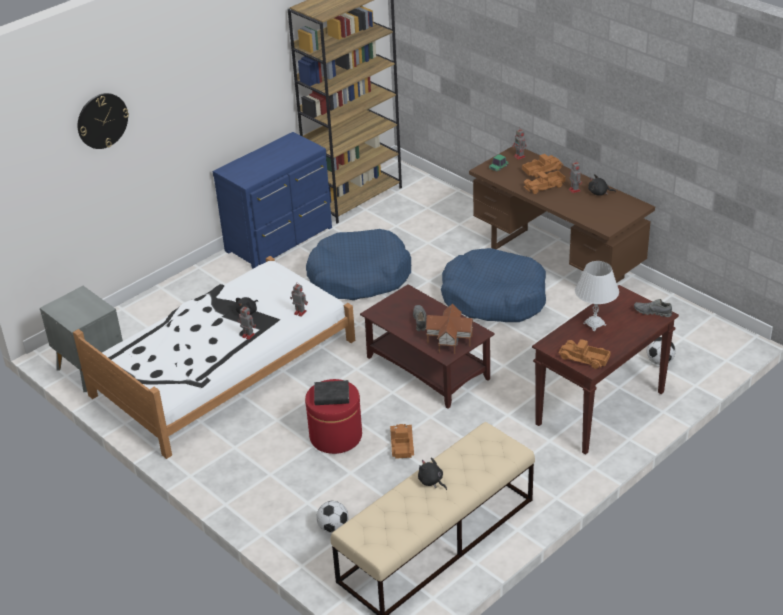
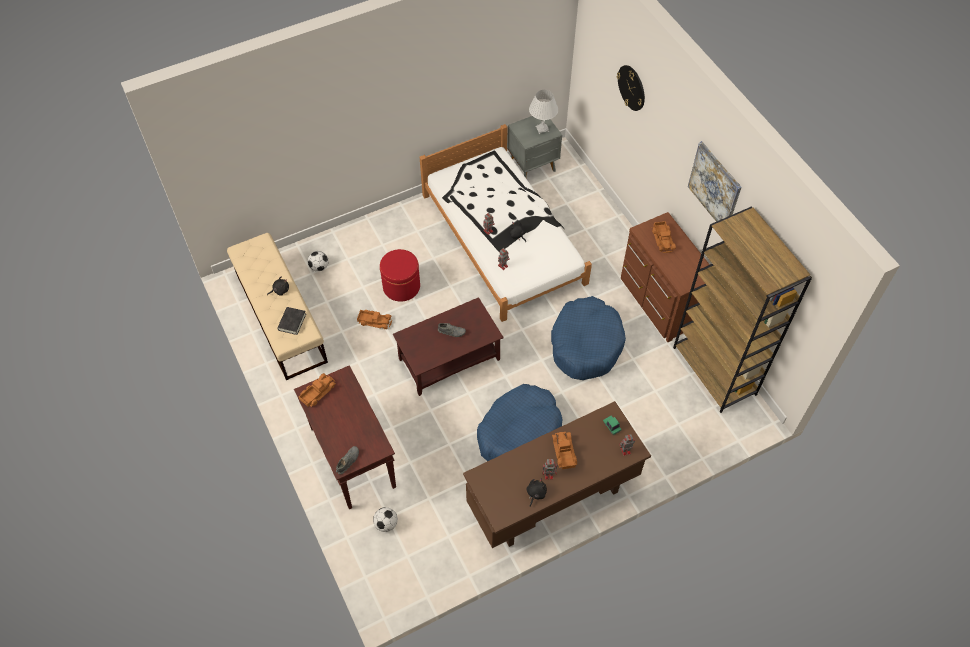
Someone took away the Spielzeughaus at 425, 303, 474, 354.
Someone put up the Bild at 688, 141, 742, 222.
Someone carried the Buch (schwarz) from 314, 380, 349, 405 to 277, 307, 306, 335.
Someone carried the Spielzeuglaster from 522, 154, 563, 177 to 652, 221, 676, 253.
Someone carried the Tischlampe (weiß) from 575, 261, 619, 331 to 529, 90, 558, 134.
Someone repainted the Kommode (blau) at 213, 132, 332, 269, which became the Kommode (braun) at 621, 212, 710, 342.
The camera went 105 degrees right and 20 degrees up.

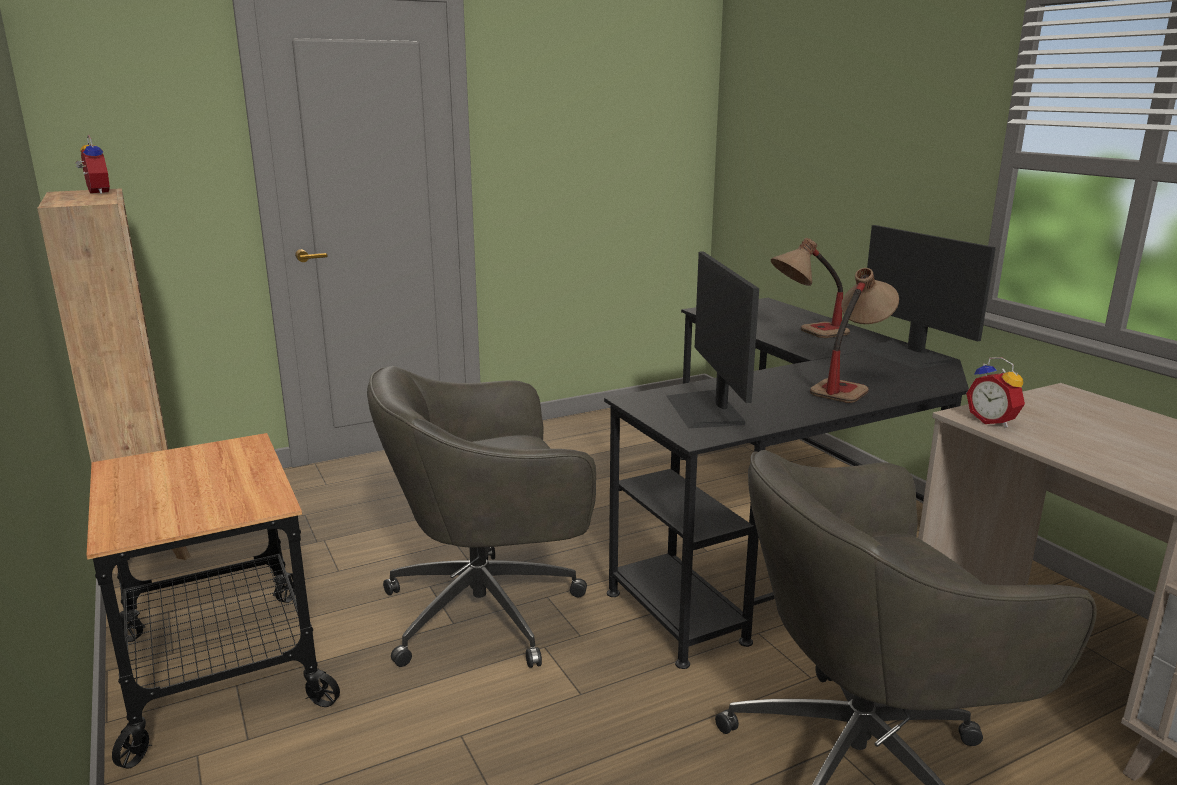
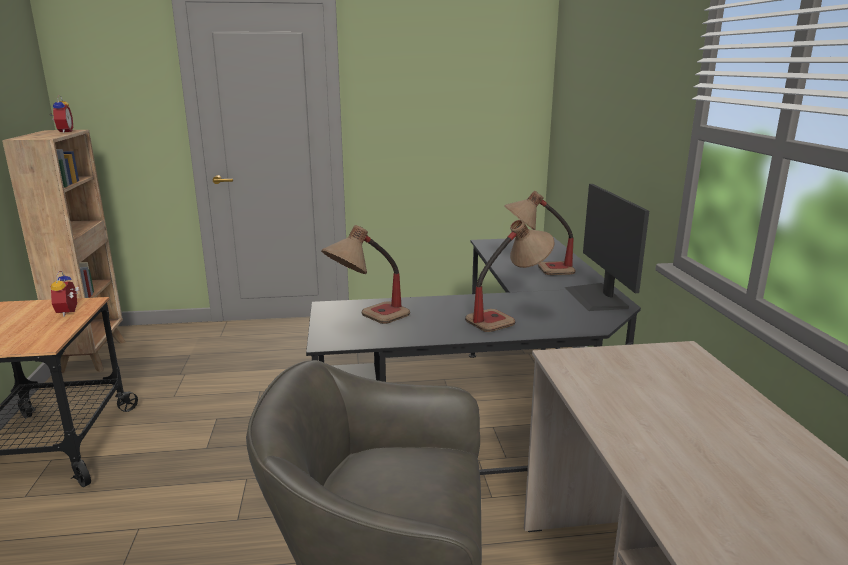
Someone took away the Bürostuhl (grau) at 367, 366, 596, 668.
Someone carried the Wecker from 966, 357, 1025, 428 to 51, 271, 79, 317.
Someone swapped the Monitor at 666, 252, 759, 428 for the Tischlampe at 321, 225, 410, 324.
The camera went 20 degrees right and 0 degrees up.

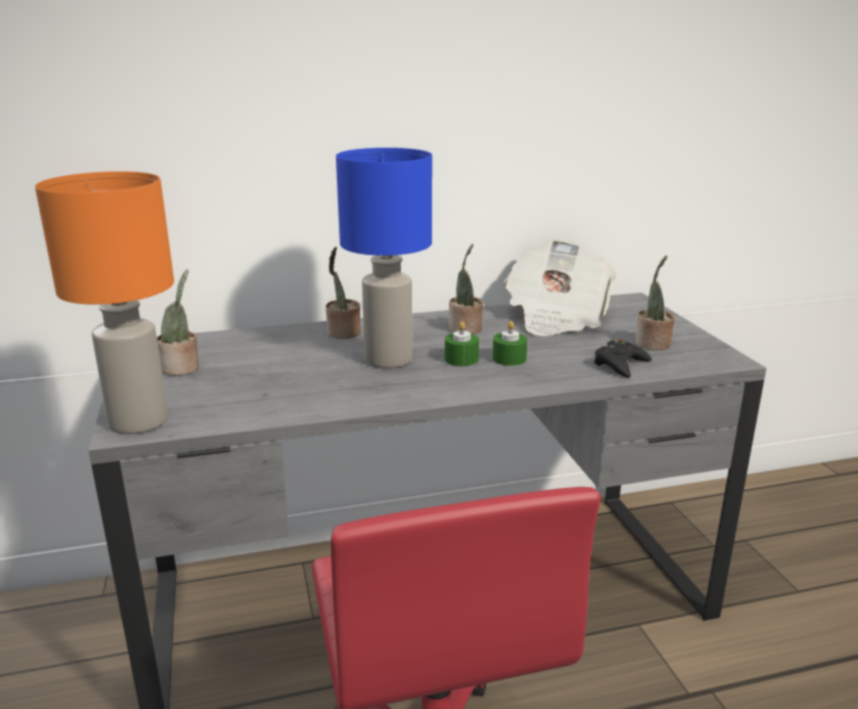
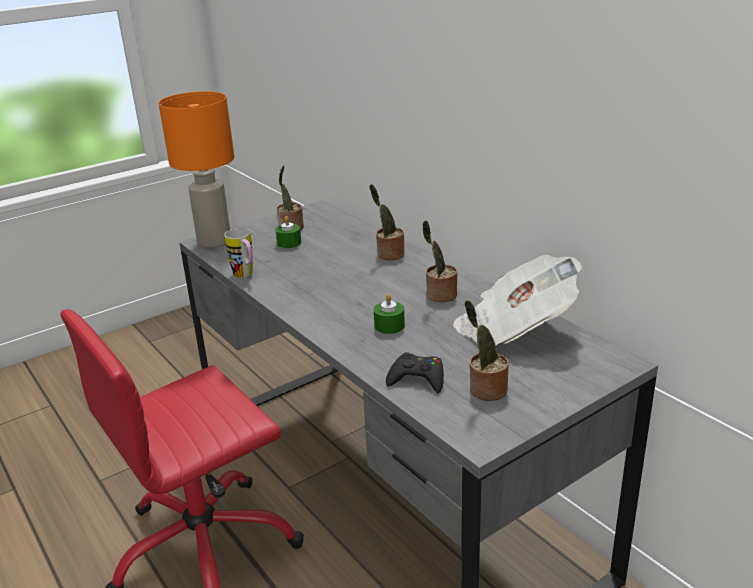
Someone took away the Tischlampe (blau) at 336, 148, 432, 368.
Someone put down the Henkelbecher at 224, 228, 253, 278.
Someone carried the Kerze (grün) from 445, 321, 479, 366 to 275, 216, 301, 248.
The camera went 70 degrees right and 5 degrees up.

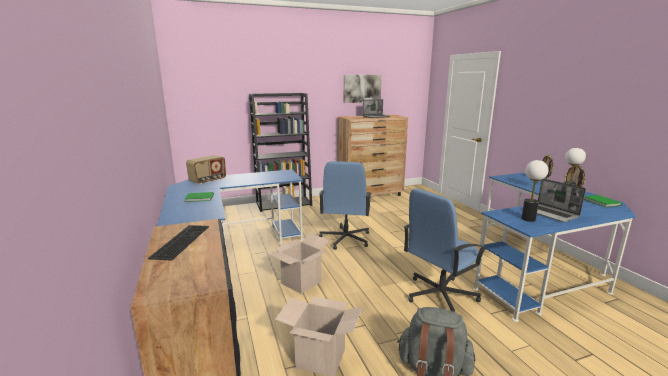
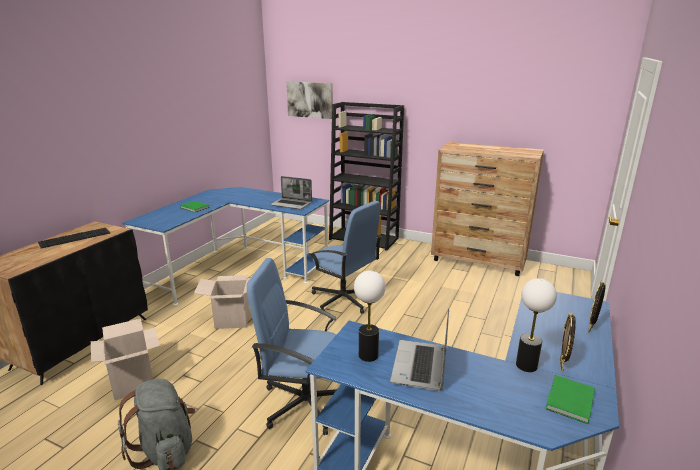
Someone took away the Radio at 186, 155, 226, 184.
Someone carried the Bild from 344, 75, 382, 103 to 286, 82, 333, 119.
Someone carried the Laptop from 363, 99, 390, 118 to 270, 176, 312, 209.
Someone rotated the Bürostuhl (blau) at 319, 161, 371, 250 by 105 degrees counterclockwise.
The camera went 45 degrees right and 5 degrees up.

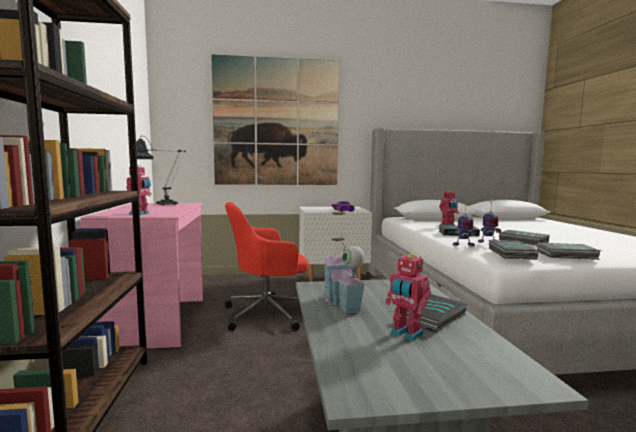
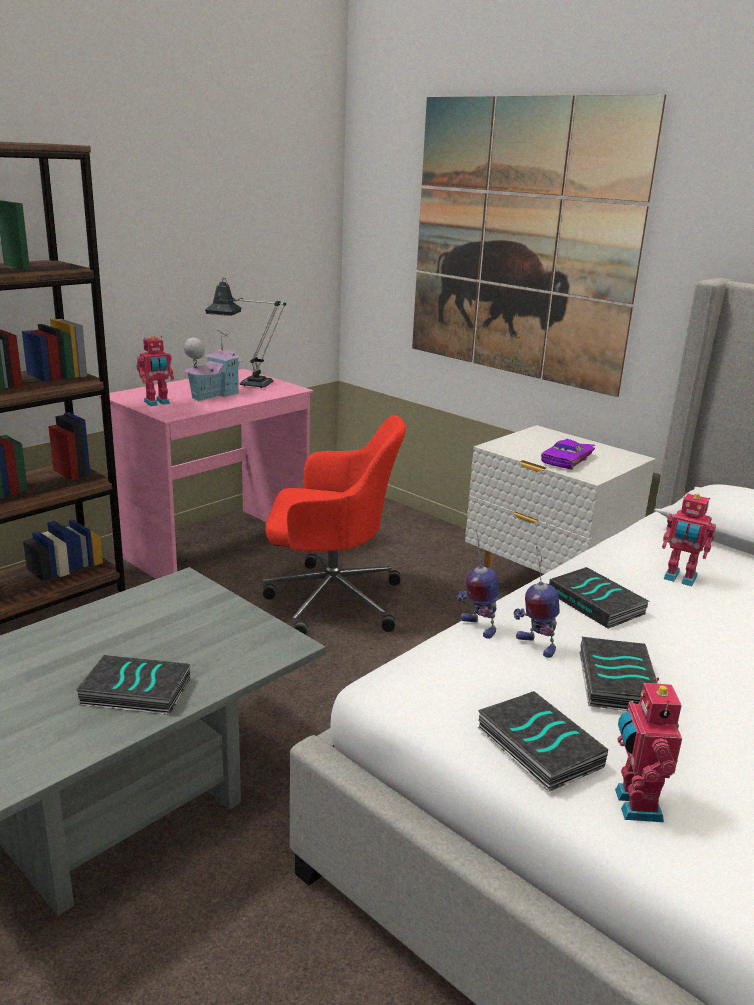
Someone took away the Buch at 489, 240, 539, 260.
Someone carried the Spielzeughaus from 322, 236, 366, 313 to 183, 330, 243, 402.
Someone carried the Spielzeugroboter from 385, 253, 431, 341 to 615, 677, 682, 822.
Someone rotated the Bürostuhl (rot) at 225, 202, 309, 331 by 150 degrees clockwise.
The camera went 50 degrees right and 15 degrees up.

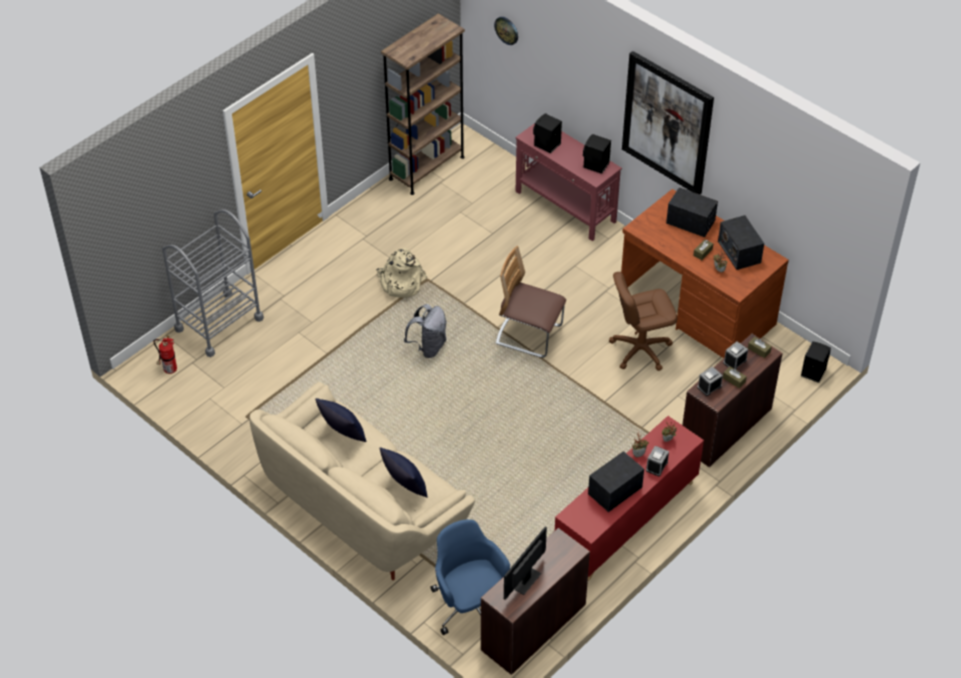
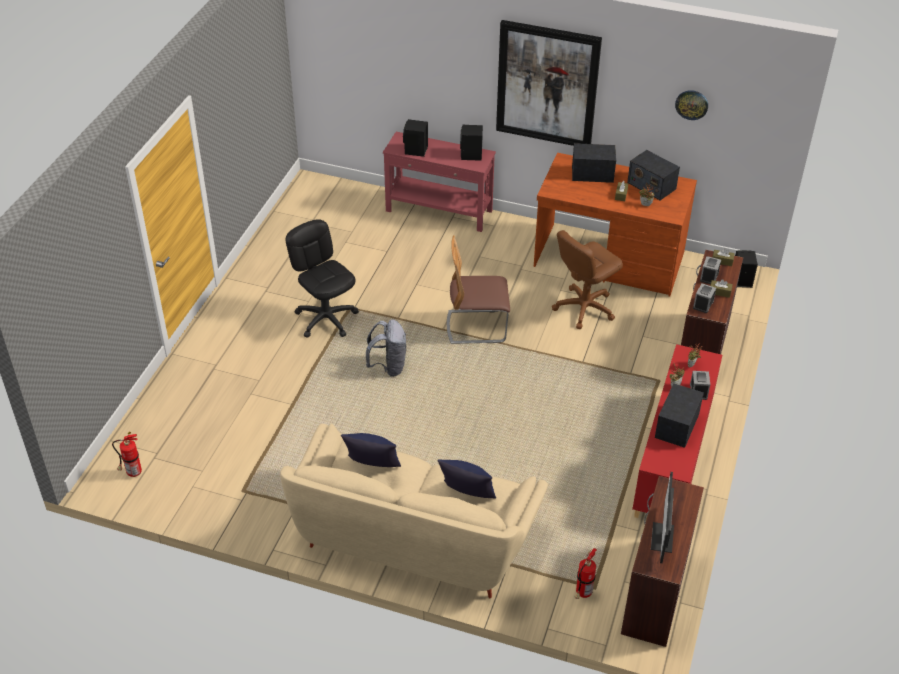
Someone took away the Rollwagen (grau) at 162, 209, 264, 357.
Someone took away the Bücherregal (braun) at 381, 13, 465, 195.
Someone carried the Wanduhr from 494, 17, 518, 45 to 675, 90, 708, 120.
Someone swapped the Rucksack (beige) at 377, 248, 427, 298 for the Bürostuhl (schwarz) at 286, 219, 359, 337.
Someone swapped the Bürostuhl (blau) at 430, 519, 510, 635 for the Feuerlöscher at 574, 548, 597, 599.
The camera went 25 degrees left and 5 degrees down.

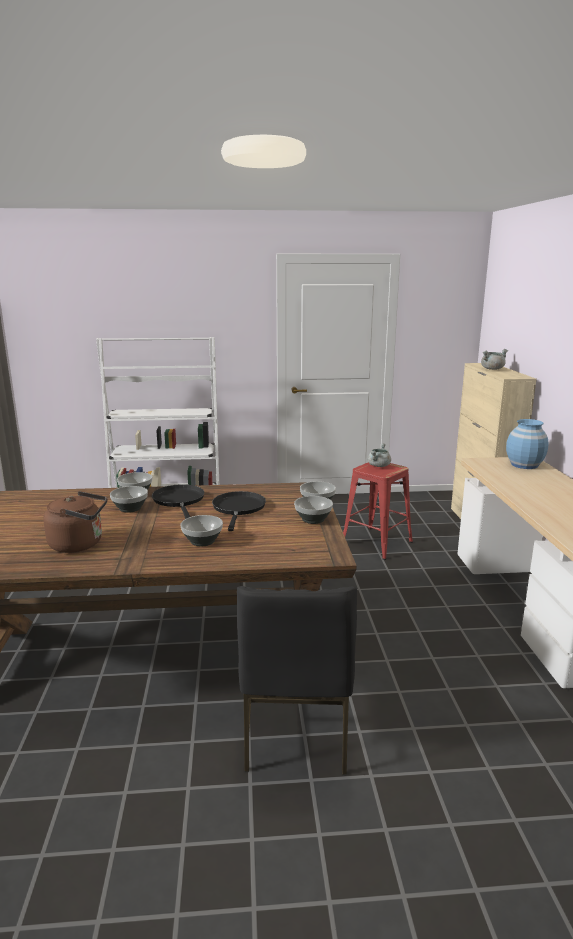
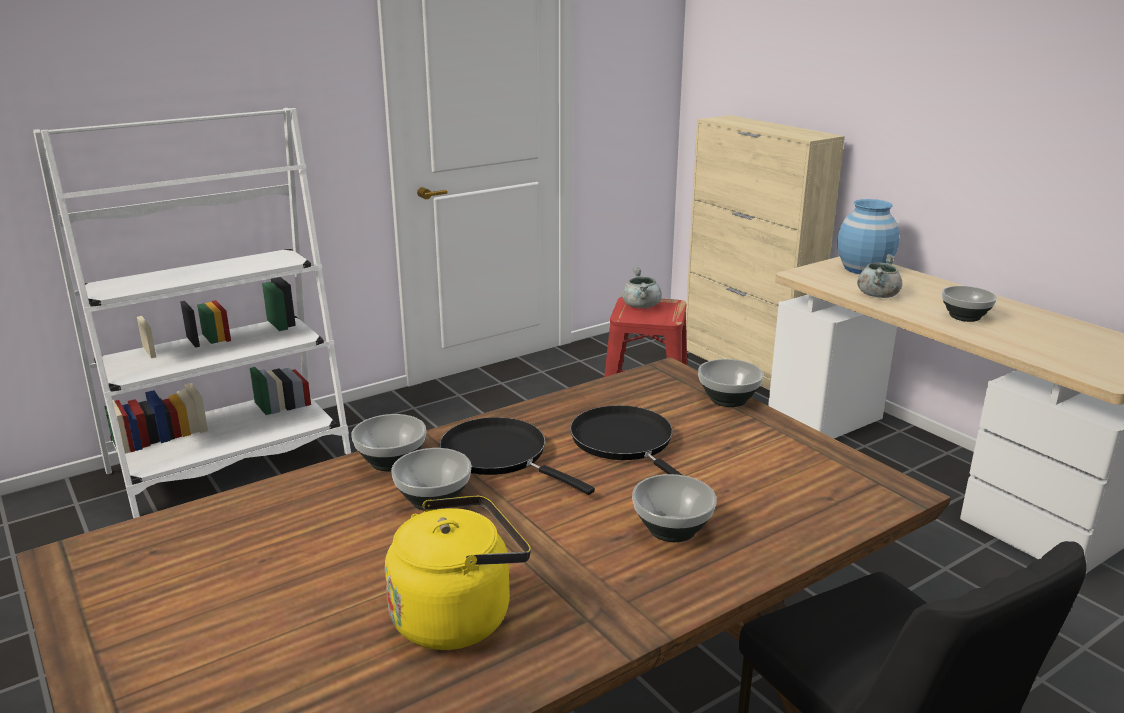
Someone carried the Schüssel from 294, 496, 333, 524 to 942, 286, 997, 322.
Someone carried the Kochtopf (grau) from 481, 349, 508, 370 to 857, 254, 902, 298.
Someone repainted the Wasserkessel (braun) at 43, 491, 108, 553, which became the Wasserkessel (gelb) at 385, 496, 531, 650.
The camera went 30 degrees left and 5 degrees up.

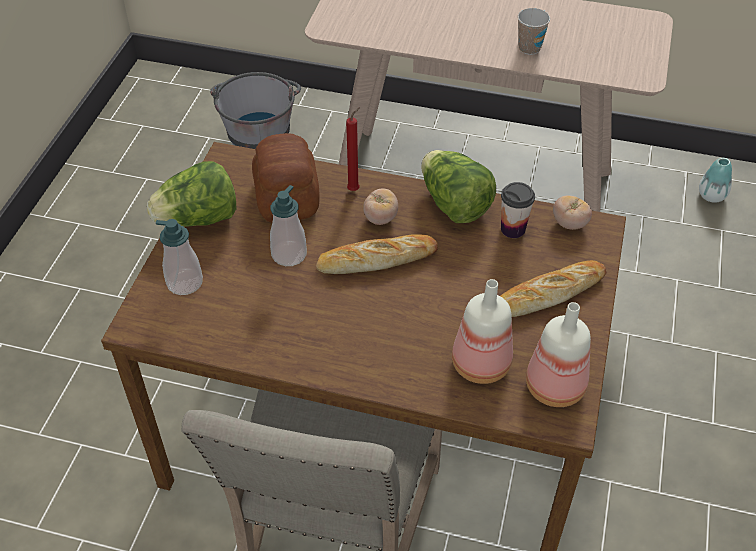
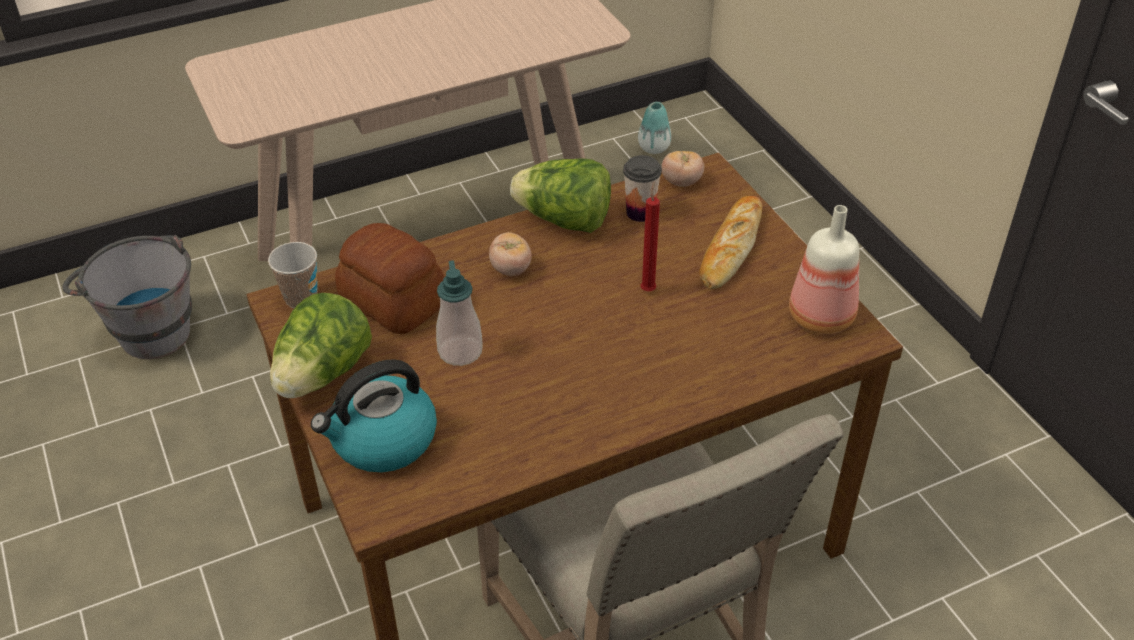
Someone took away the Brot at 316, 234, 438, 274.
Someone took away the Flasche at 452, 279, 513, 384.
Someone carried the Kerze (rot) from 346, 107, 360, 191 to 641, 182, 660, 291.
Someone carried the Tasse from 518, 8, 550, 55 to 268, 242, 318, 308.
Someone swapped the Seifenspender at 156, 219, 203, 295 for the Wasserkessel at 311, 359, 437, 472.
The camera went 40 degrees left and 5 degrees down.

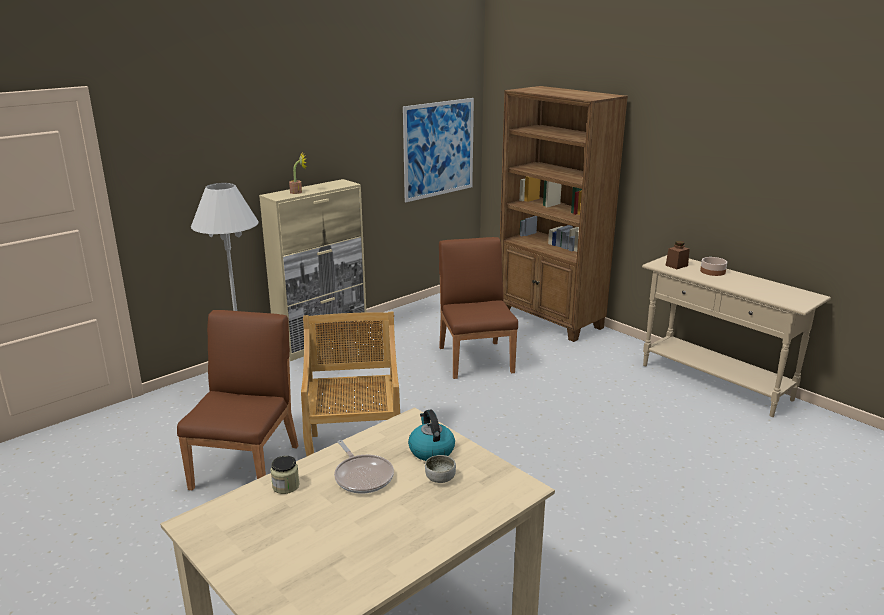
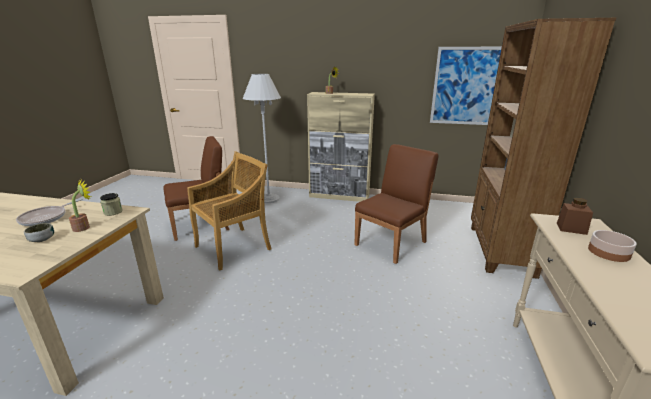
Someone carried the Vorratsglas from 270, 456, 299, 494 to 100, 193, 123, 216.
Someone swapped the Wasserkessel at 408, 410, 455, 461 for the Topfpflanze at 69, 180, 91, 232.
The camera went 55 degrees right and 0 degrees up.

